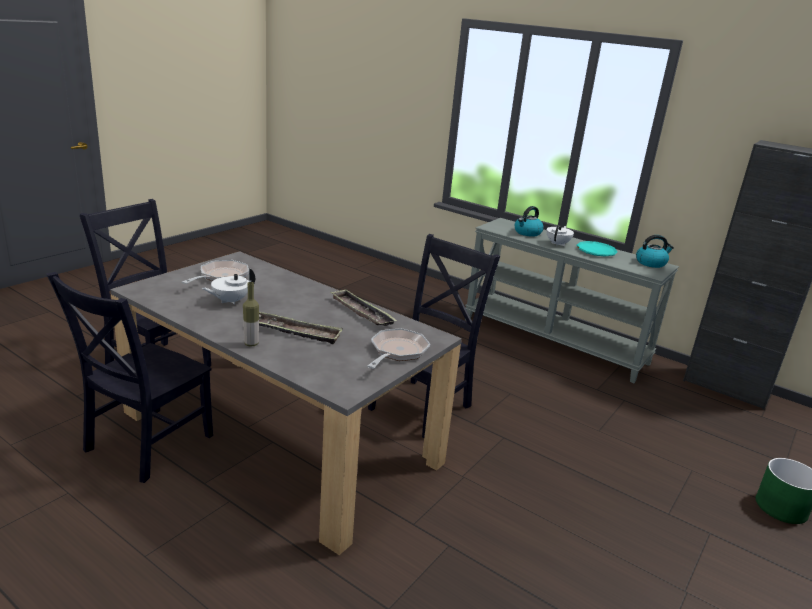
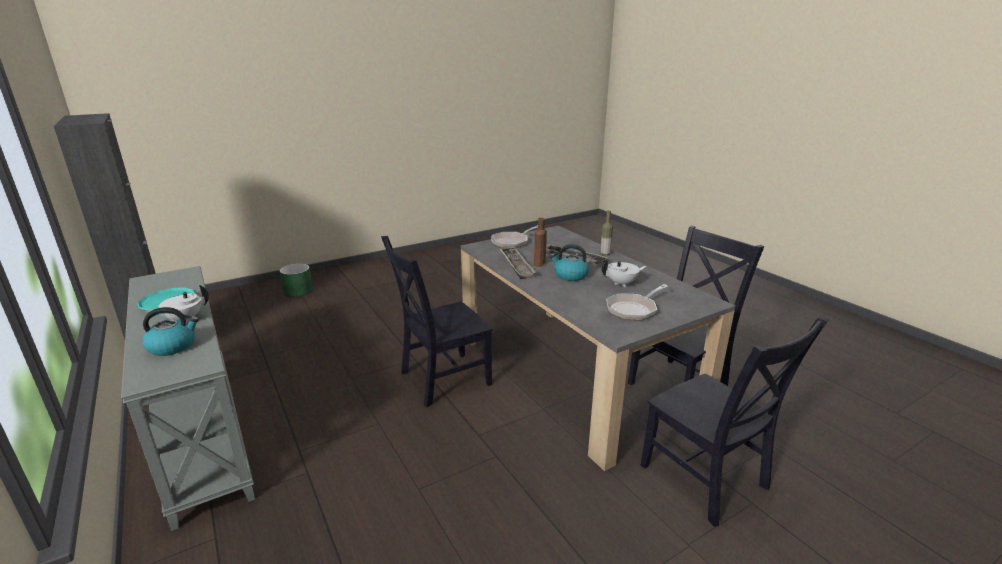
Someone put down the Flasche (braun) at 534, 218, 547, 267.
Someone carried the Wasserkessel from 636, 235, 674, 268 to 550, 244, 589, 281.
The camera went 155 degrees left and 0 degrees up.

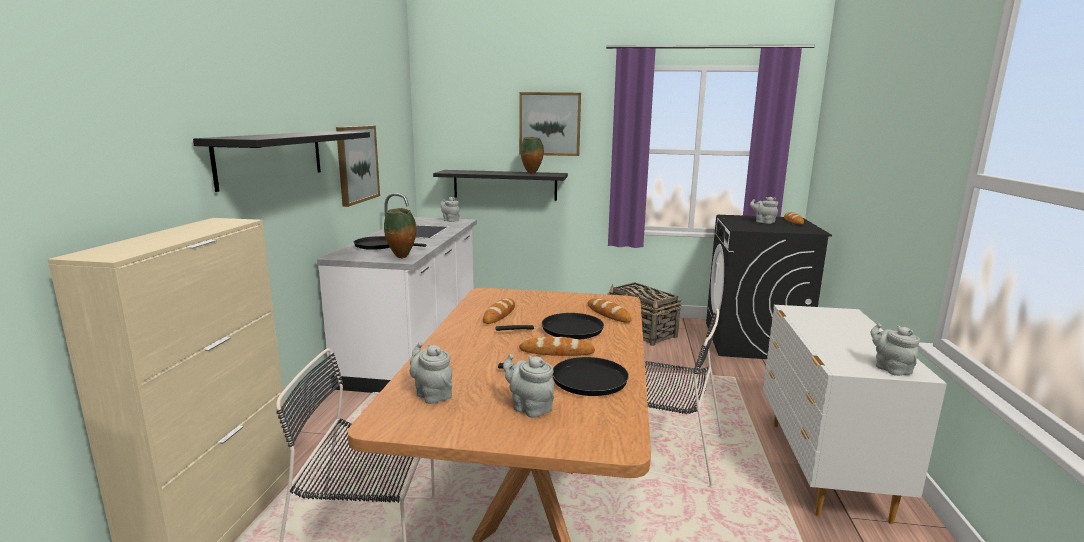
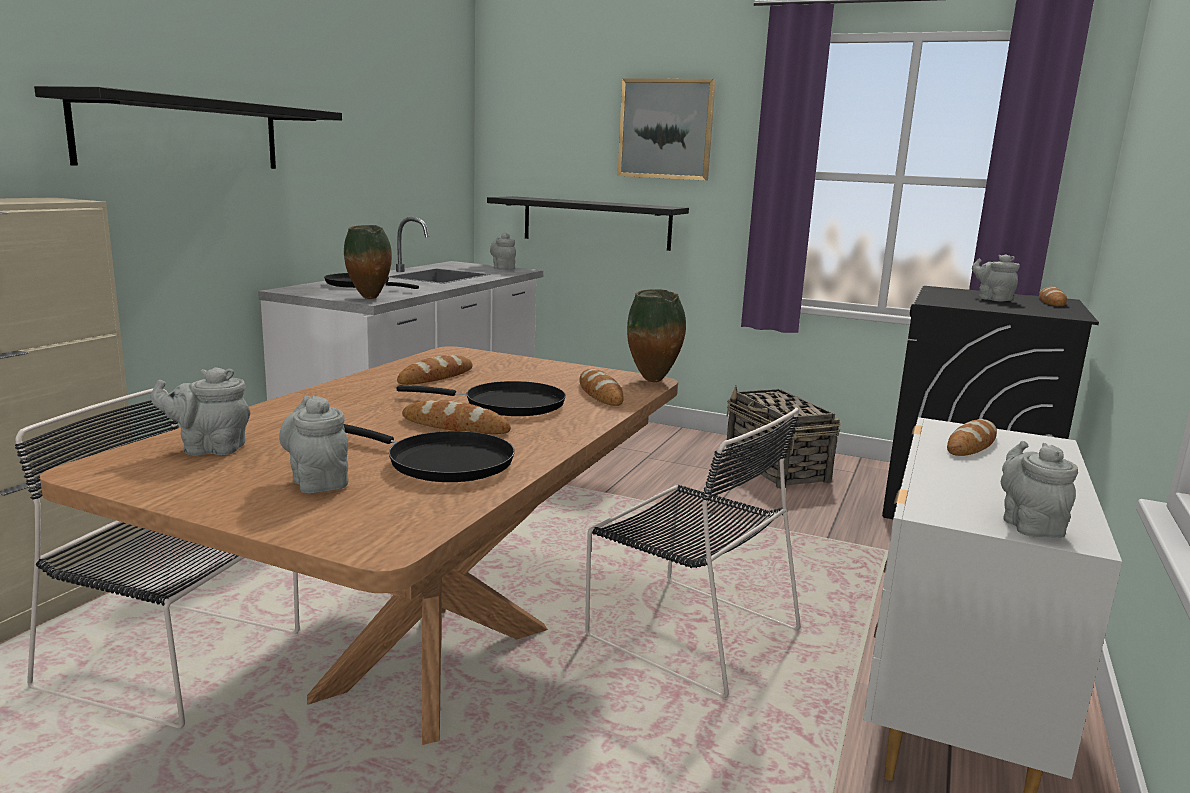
Someone took away the Bild at 336, 126, 380, 207.
Someone put down the Brot at 947, 419, 997, 456.
Someone carried the Vase from 521, 137, 544, 174 to 627, 289, 686, 382.
Someone rotated the Teekanne (grau) at 410, 342, 452, 404 by 75 degrees counterclockwise.
The camera went 15 degrees right and 0 degrees up.

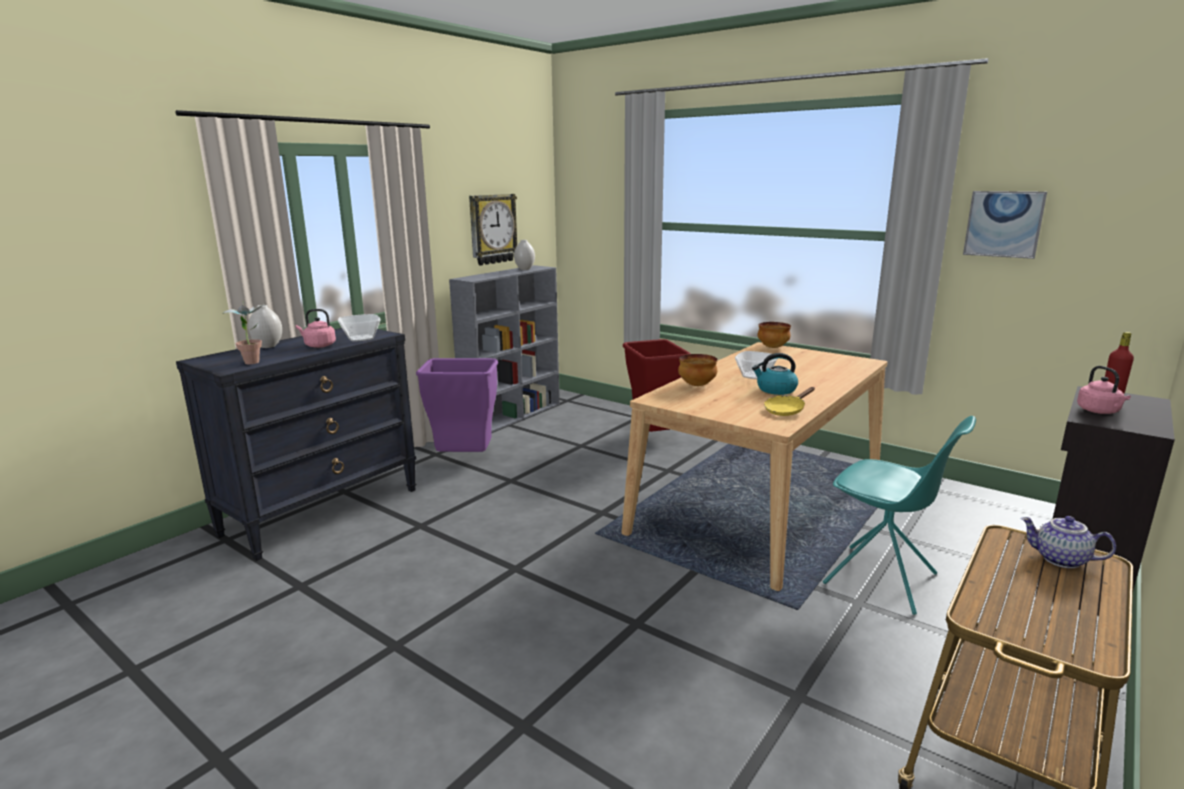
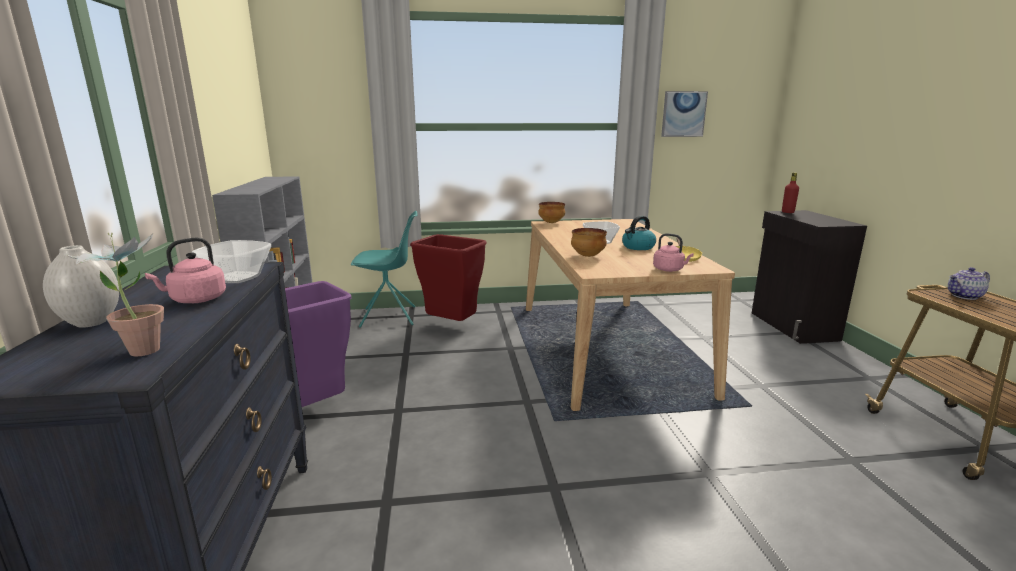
Someone took away the Wanduhr at 469, 194, 517, 266.
Someone took away the Vase (weiß) at 514, 240, 535, 270.
Someone carried the Stuhl (türkis) from 823, 416, 976, 615 to 351, 211, 418, 328.
Someone carried the Wasserkessel (rosa) from 1077, 366, 1131, 414 to 653, 233, 694, 272.
The camera went 45 degrees left and 0 degrees up.

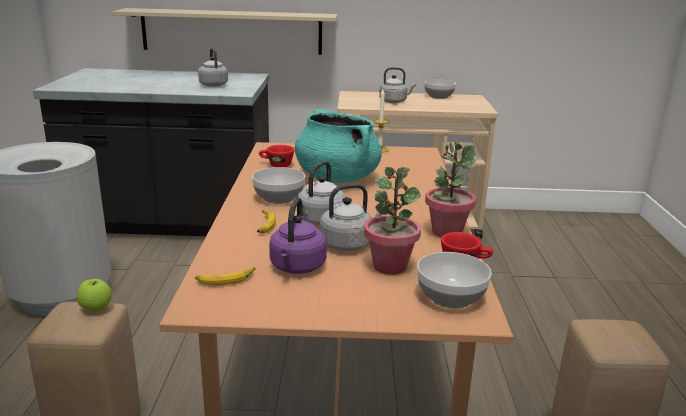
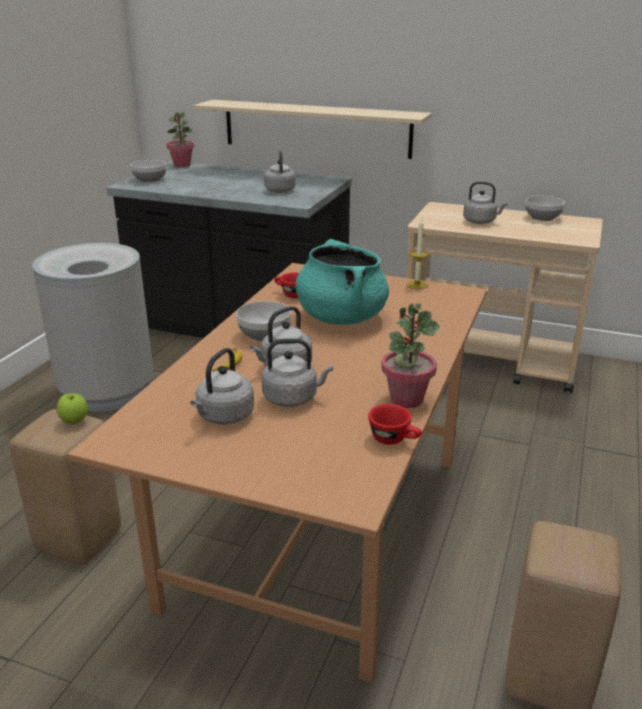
Someone took away the Banane at 195, 267, 255, 285.
Someone carried the Topfpflanze from 364, 167, 421, 275 to 166, 112, 194, 167.
Someone carried the Schüssel from 417, 252, 492, 309 to 130, 160, 166, 183.
Someone repainted the Wasserkessel (lila) at 269, 197, 327, 274, which became the Wasserkessel (grau) at 190, 348, 254, 424.
The camera went 20 degrees right and 5 degrees up.

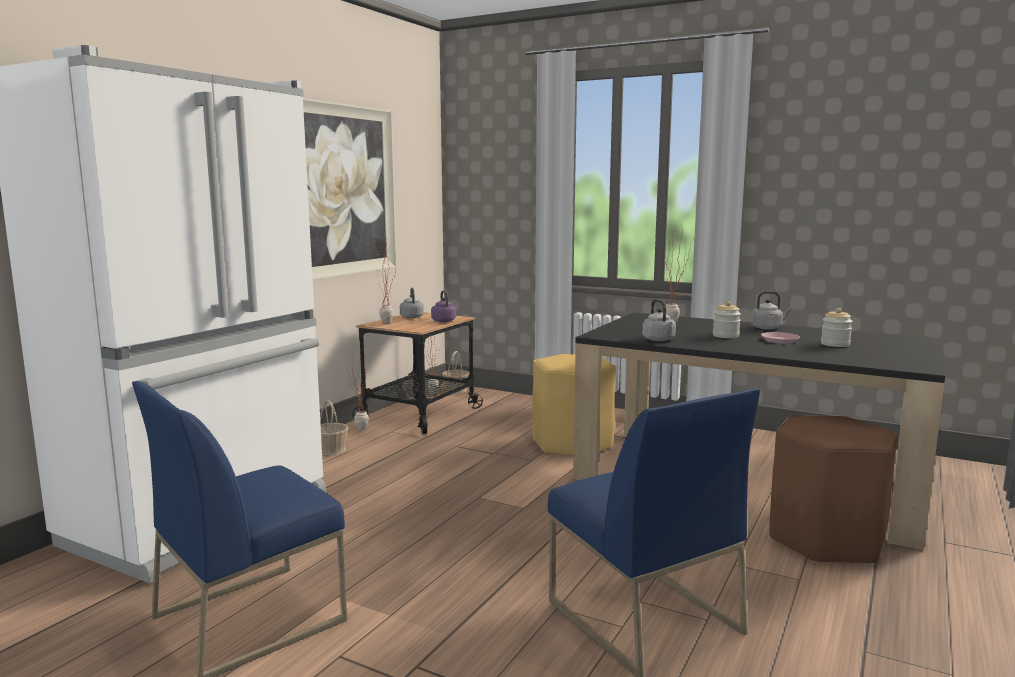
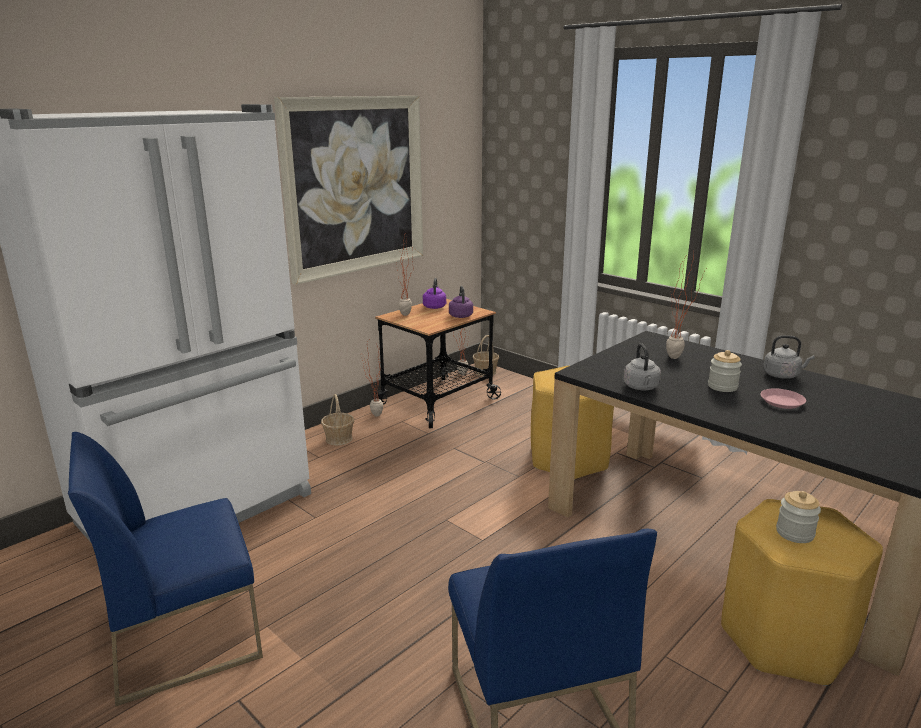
Someone carried the Vorratsglas from 821, 308, 853, 347 to 776, 491, 821, 543.
Someone repainted the Wasserkessel (grau) at 400, 287, 424, 318, which became the Wasserkessel (lila) at 423, 278, 446, 309.
Someone repainted the Hocker (braun) at 769, 415, 897, 564, which became the Hocker (gelb) at 721, 499, 883, 686.
The camera went 15 degrees right and 10 degrees up.

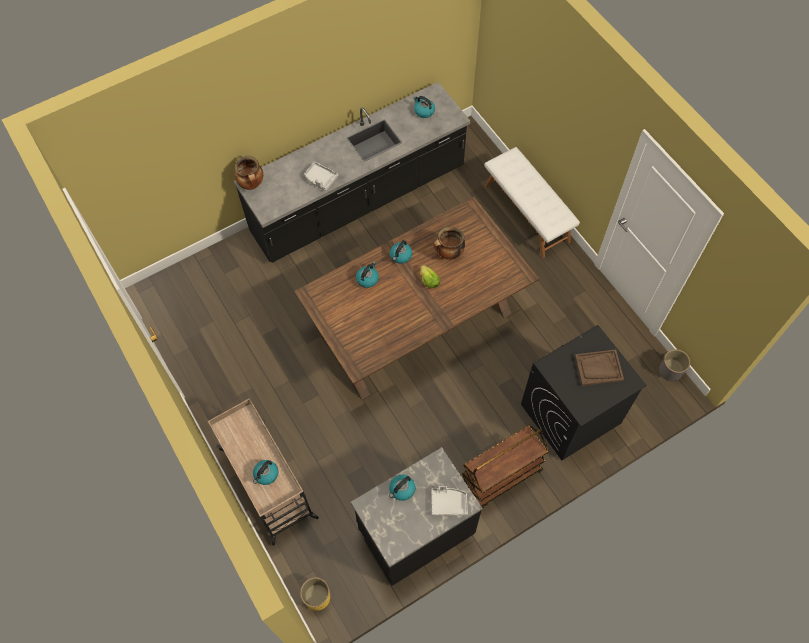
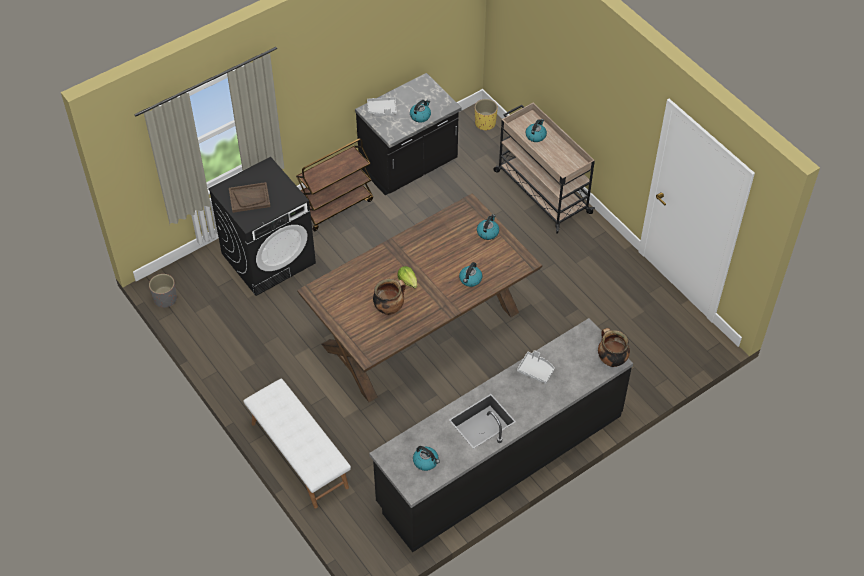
Someone carried the Wasserkessel from 390, 240, 412, 264 to 477, 214, 499, 240.
The camera went 175 degrees right and 10 degrees down.

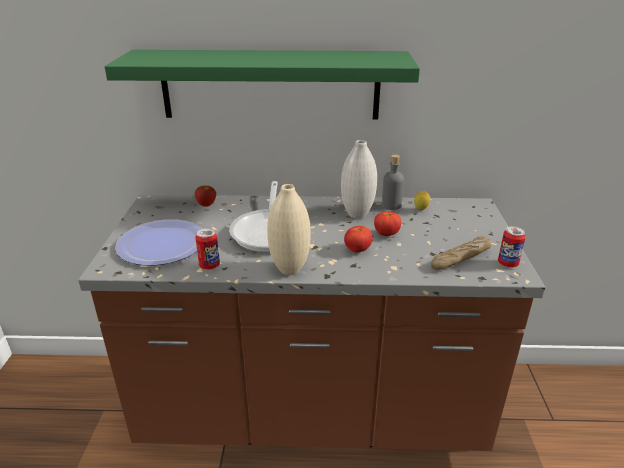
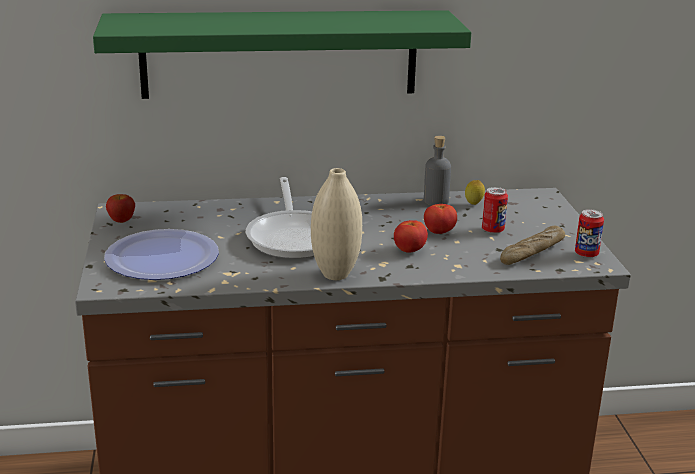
Someone took away the Vase (weiß) at 341, 140, 377, 219.
Someone carried the Apfel from 195, 185, 216, 207 to 106, 194, 135, 223.
Someone carried the Dose from 195, 228, 220, 270 to 482, 187, 508, 234.
The camera went 10 degrees left and 5 degrees down.

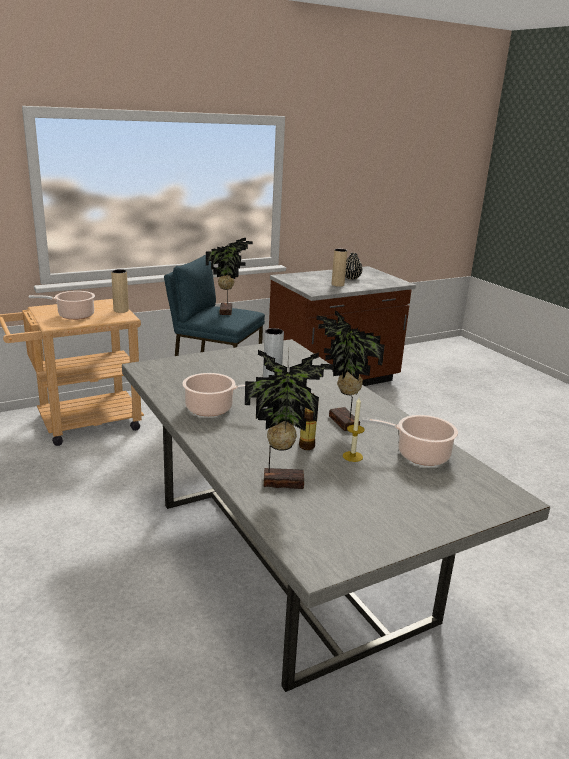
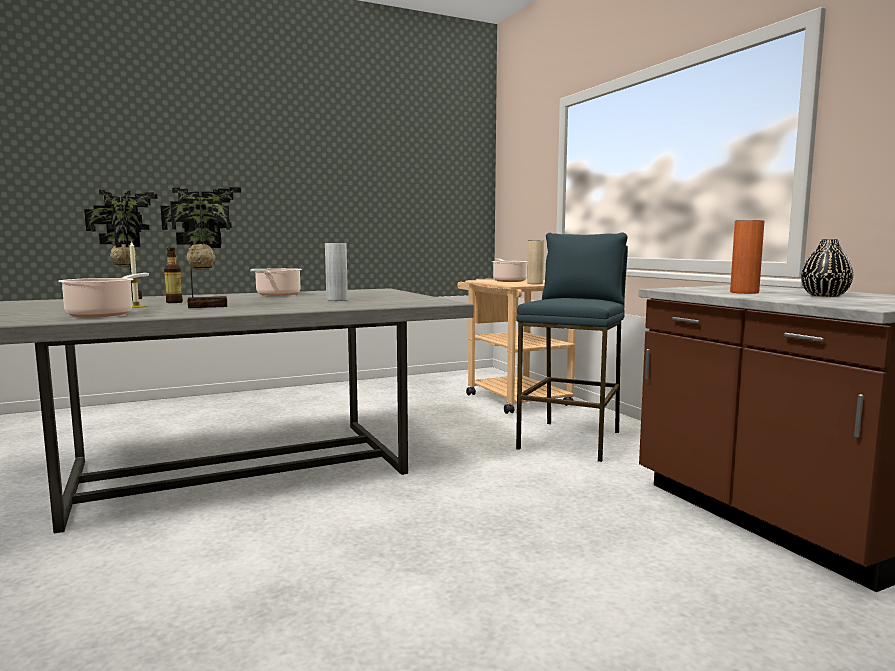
Someone took away the Topfpflanze at 206, 238, 253, 315.
Someone repainted the Vase (beige) at 332, 249, 347, 287, which became the Vase (orange) at 730, 220, 764, 294.
The camera went 95 degrees right and 15 degrees down.

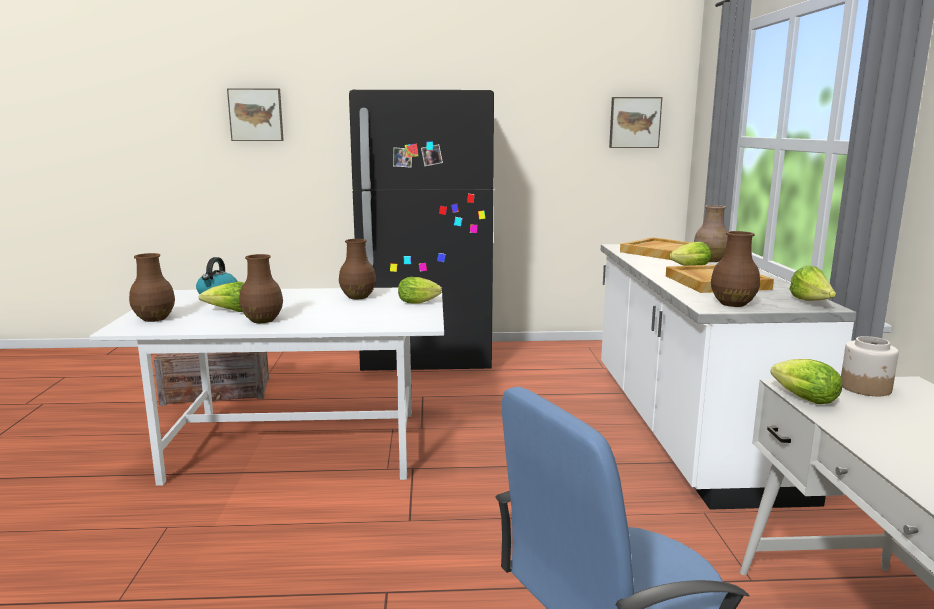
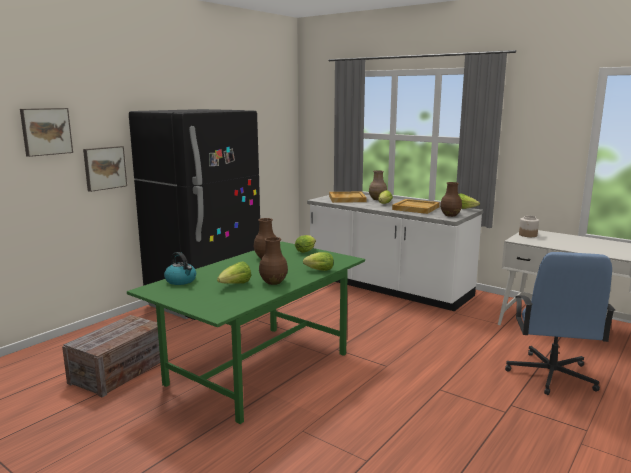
Someone took away the Vase (braun) at 129, 253, 175, 322.
Someone carried the Bild from 609, 97, 662, 148 to 83, 146, 127, 192.
Someone carried the Salatkopf from 770, 359, 842, 404 to 303, 252, 334, 271.
Someone repainted the Esstisch (weiß) at 89, 287, 444, 486, which became the Esstisch (grün) at 127, 242, 365, 424.
The camera went 50 degrees left and 0 degrees up.

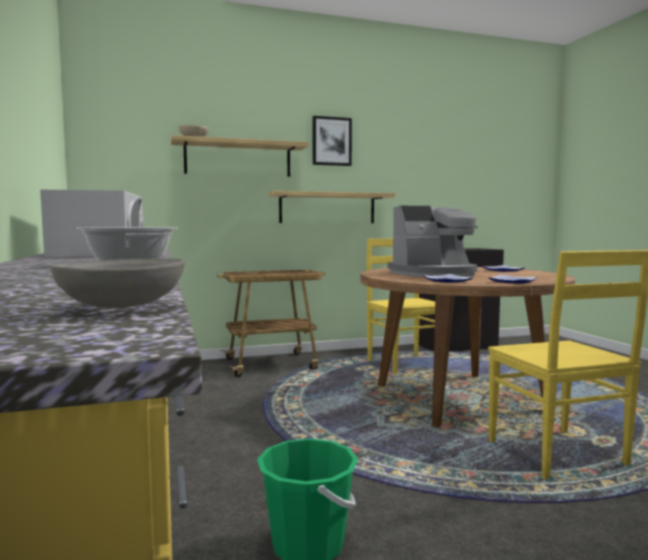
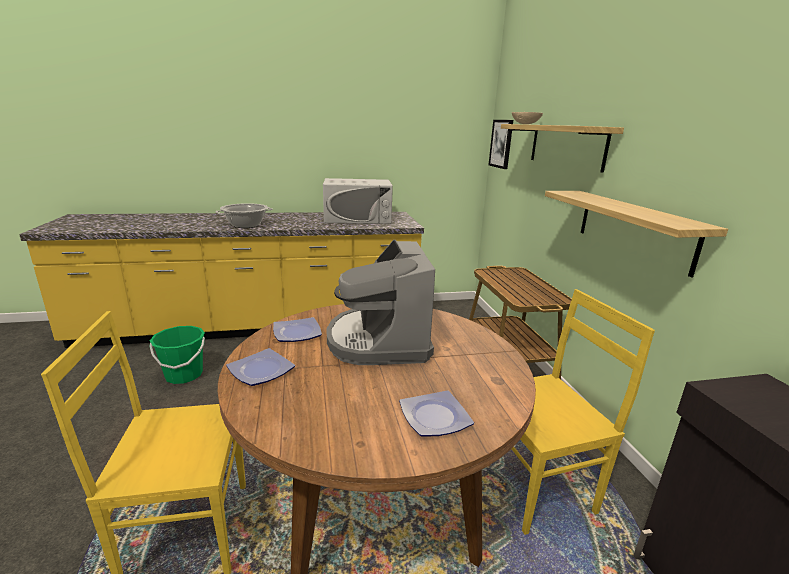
Someone took away the Schüssel (grau) at 51, 259, 185, 308.
Someone carried the Bild from 313, 116, 352, 166 to 488, 120, 513, 169.
The camera went 95 degrees right and 15 degrees up.

